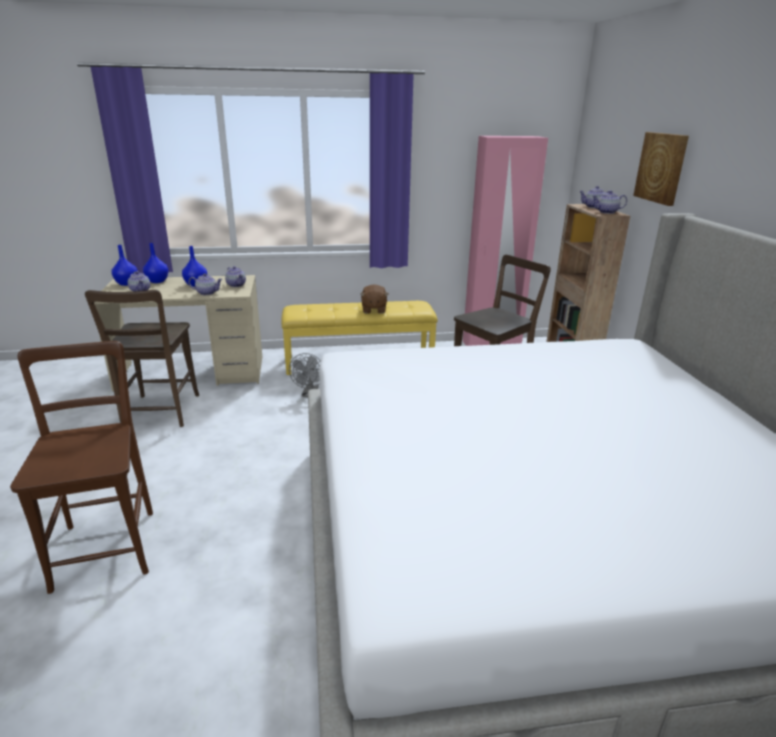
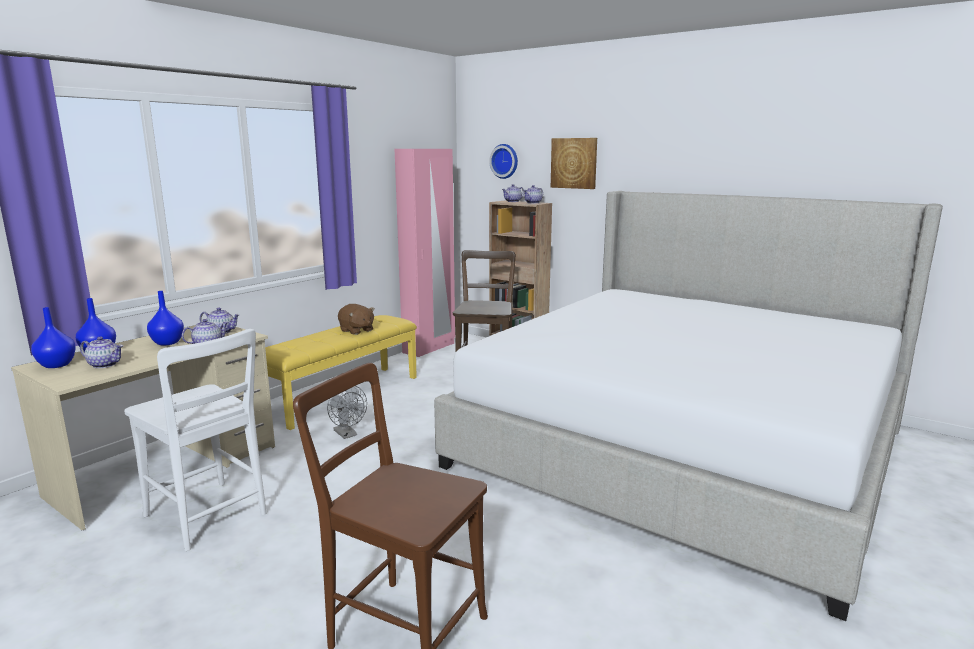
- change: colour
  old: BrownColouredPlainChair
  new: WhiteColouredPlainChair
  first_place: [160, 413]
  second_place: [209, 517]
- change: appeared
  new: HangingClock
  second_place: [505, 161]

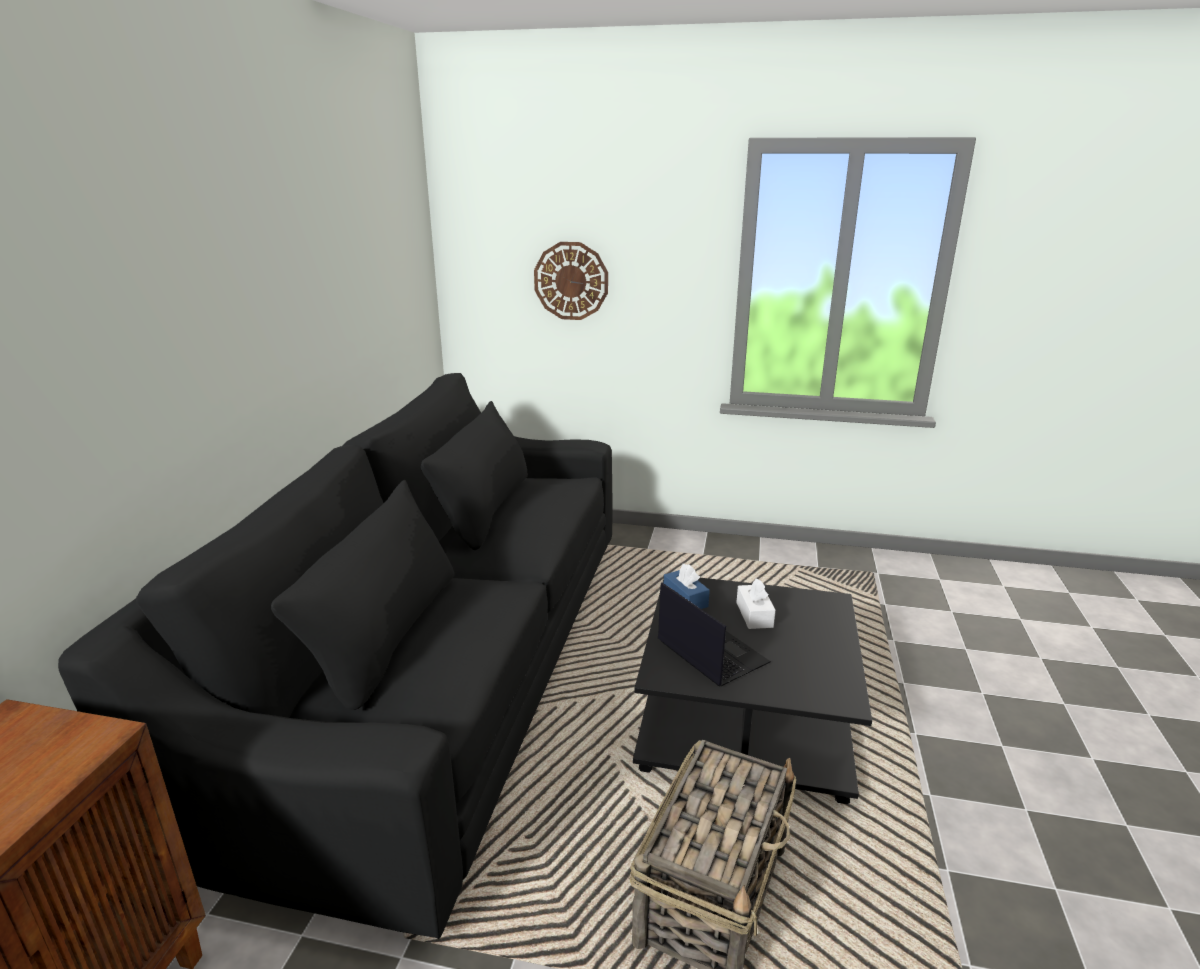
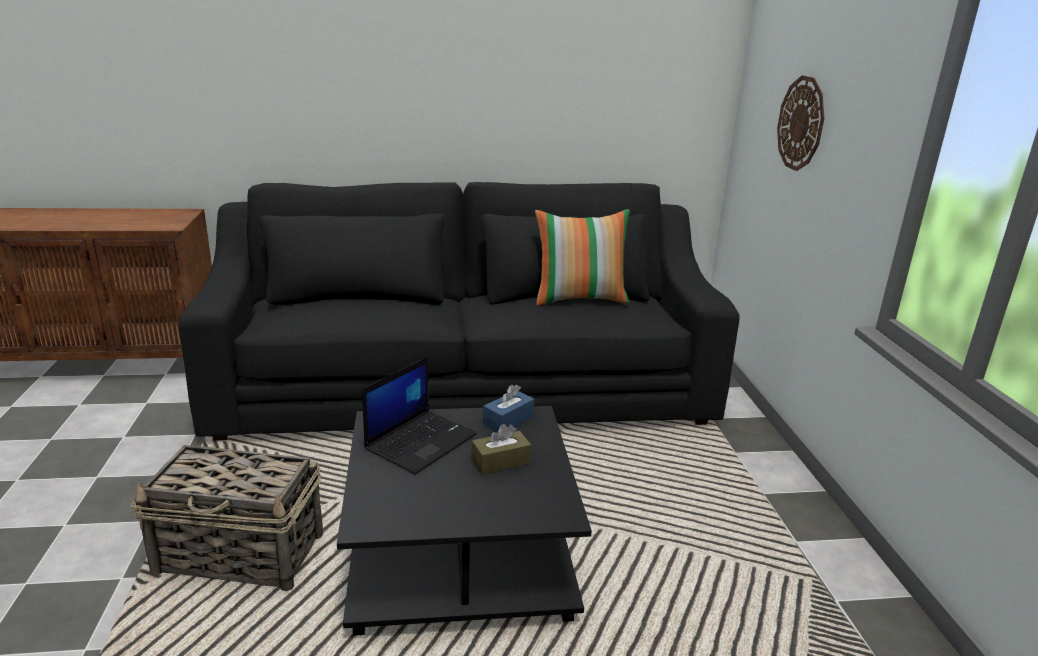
- change: colour
  old: WhiteColouredBoxOfTissues
  new: BrownColouredBoxOfTissues
  first_place: [754, 615]
  second_place: [500, 462]
- change: appeared
  new: Pillow
  second_place: [580, 298]

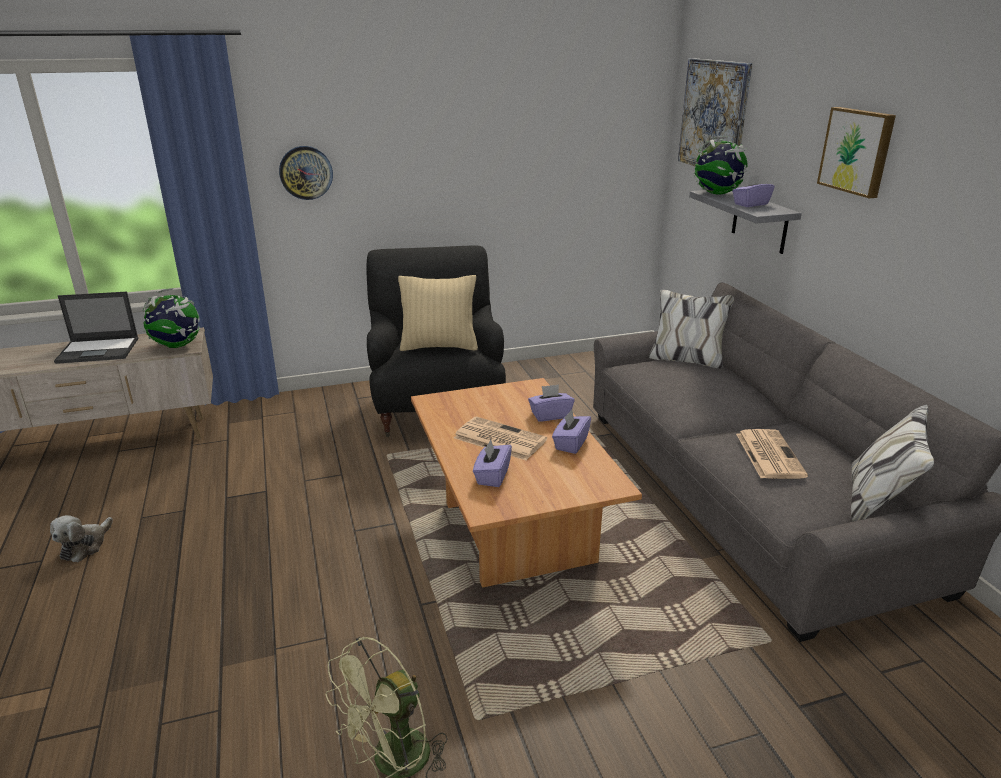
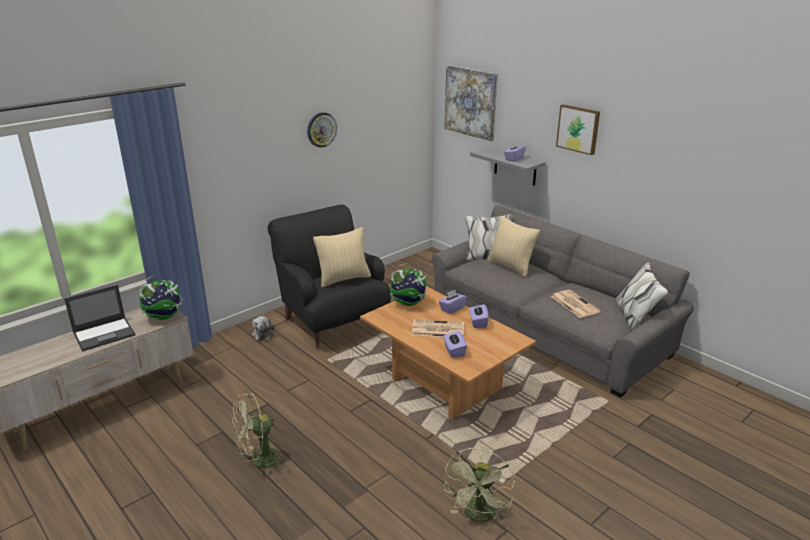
- change: relocated
  old: WorldGlobe
  first_place: [717, 194]
  second_place: [408, 303]
- change: relocated
  old: HangingClock
  first_place: [306, 172]
  second_place: [321, 129]
- change: relocated
  old: PlushToy
  first_place: [85, 546]
  second_place: [263, 334]
- change: appeared
  new: SandColouredPillow
  second_place: [510, 266]
- change: appeared
  new: GreenishFan
  second_place: [259, 461]

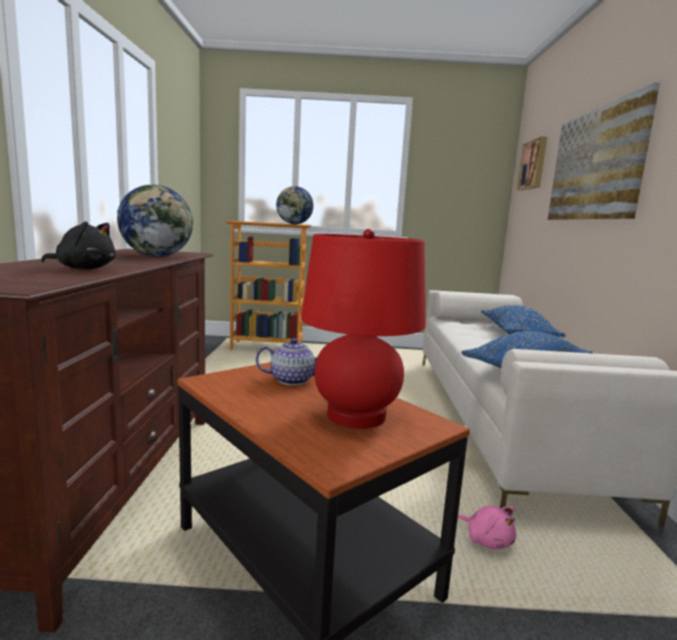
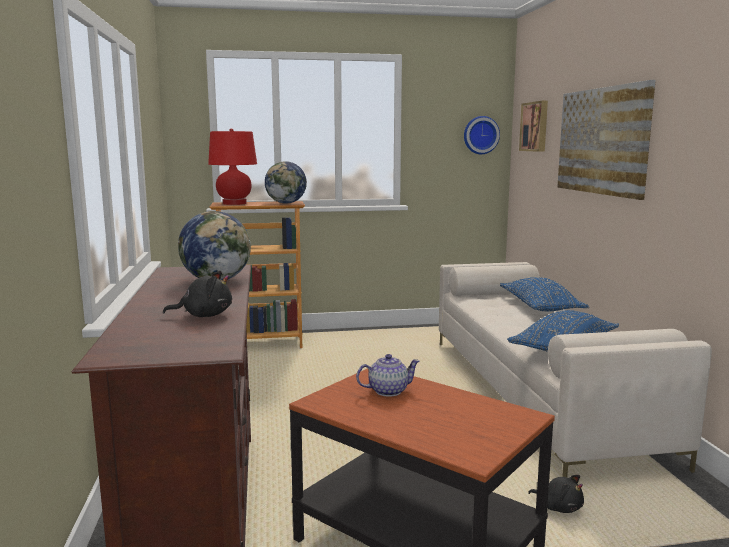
- change: relocated
  old: ReddishLampForATable
  first_place: [356, 415]
  second_place: [234, 203]
- change: colour
  old: PinkColouredPlushToy
  new: BlackColouredPlushToy
  first_place: [487, 540]
  second_place: [559, 507]
- change: appeared
  new: HangingClock
  second_place: [480, 135]

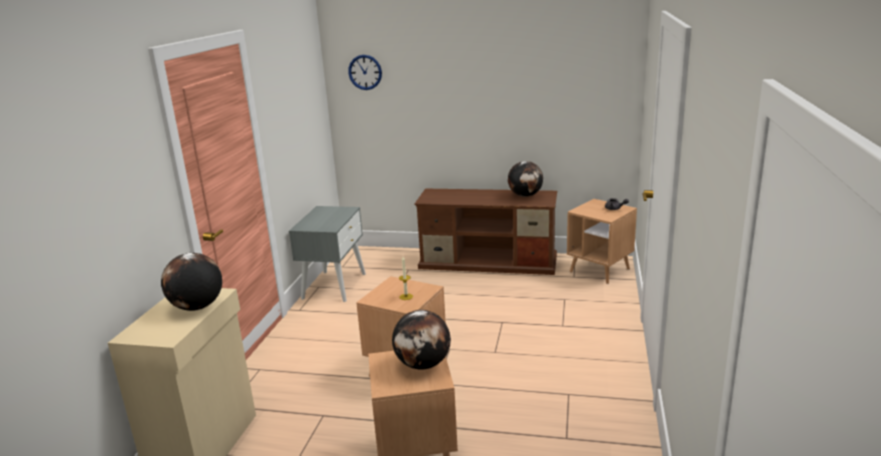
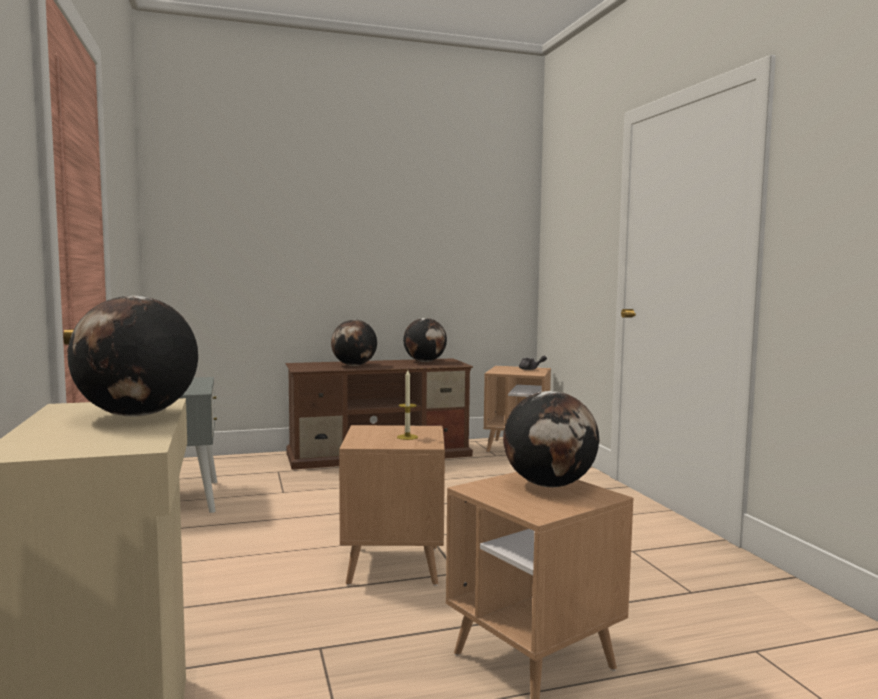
- change: missing
  old: HangingClock
  first_place: [365, 72]
- change: appeared
  new: WorldGlobe
  second_place: [354, 365]

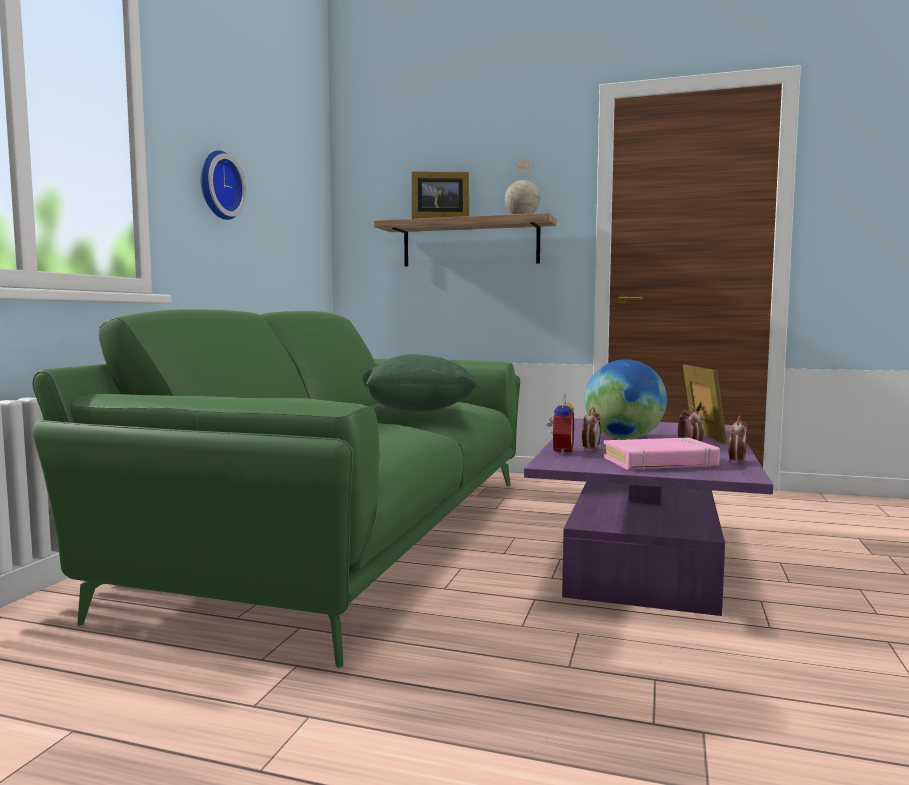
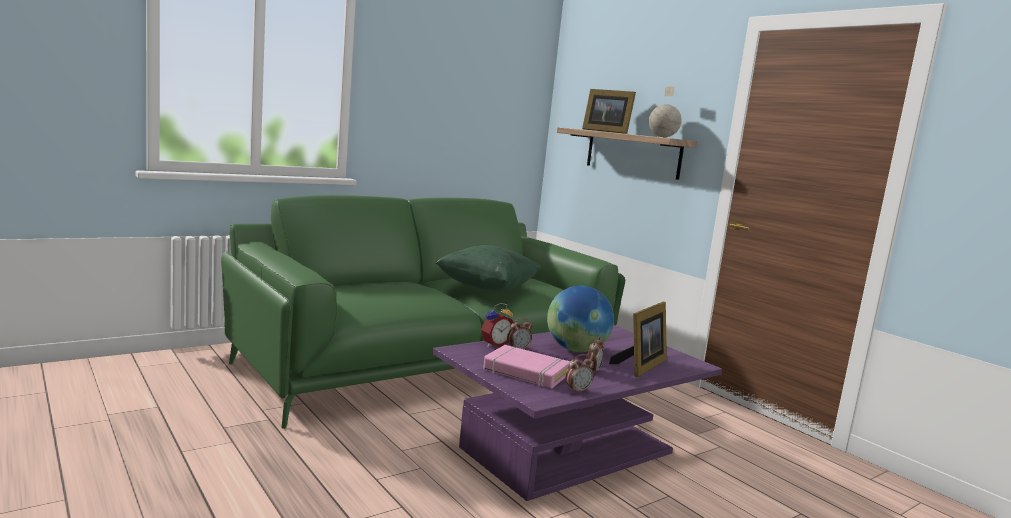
- change: missing
  old: HangingClock
  first_place: [218, 185]

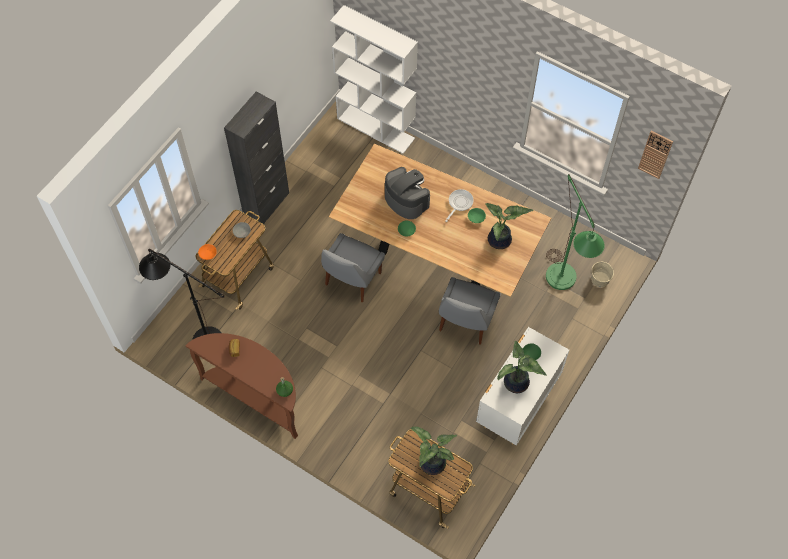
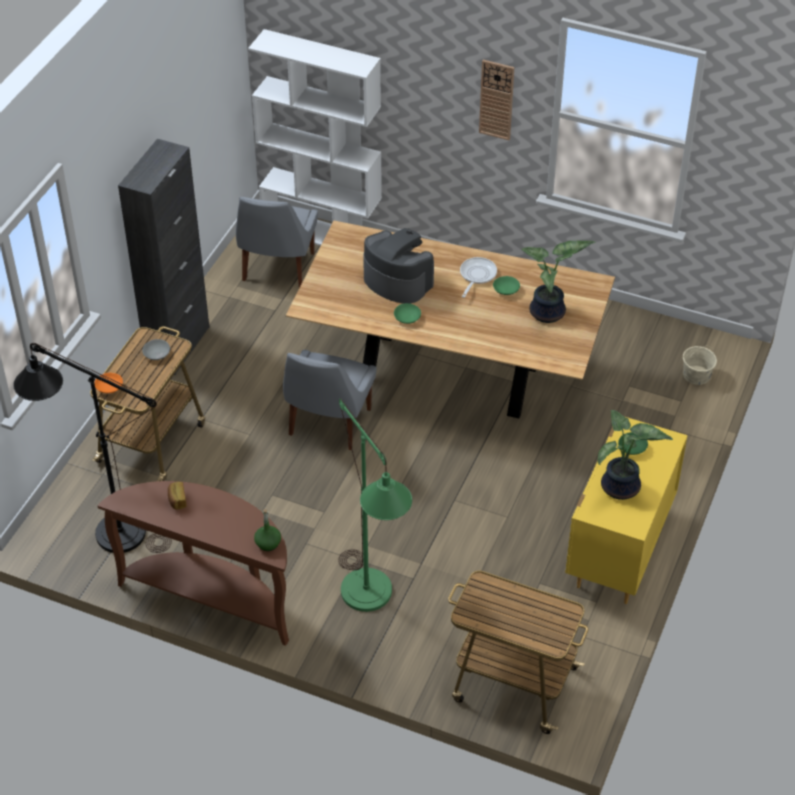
- change: relocated
  old: HangingClock
  first_place: [655, 154]
  second_place: [496, 99]
- change: relocated
  old: GreenishFloorLamp
  first_place: [563, 284]
  second_place: [371, 602]
- change: relocated
  old: GreyishPlainChair
  first_place: [465, 323]
  second_place: [277, 269]
- change: colour
  old: WhiteColouredDresser
  new: YellowColouredDresser
  first_place: [517, 404]
  second_place: [618, 550]
- change: missing
  old: PottedPlant
  first_place: [431, 463]

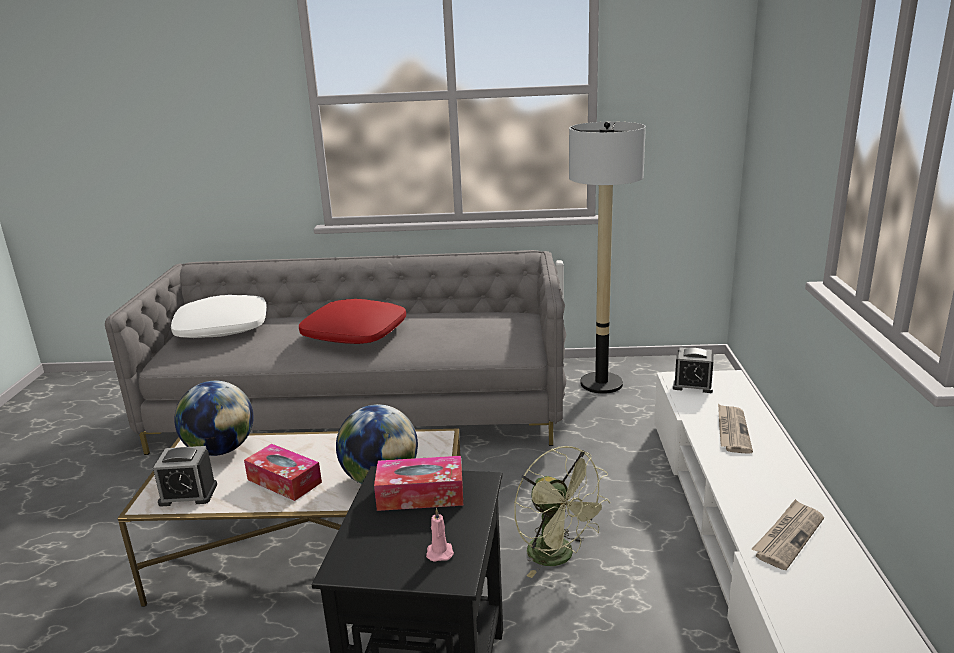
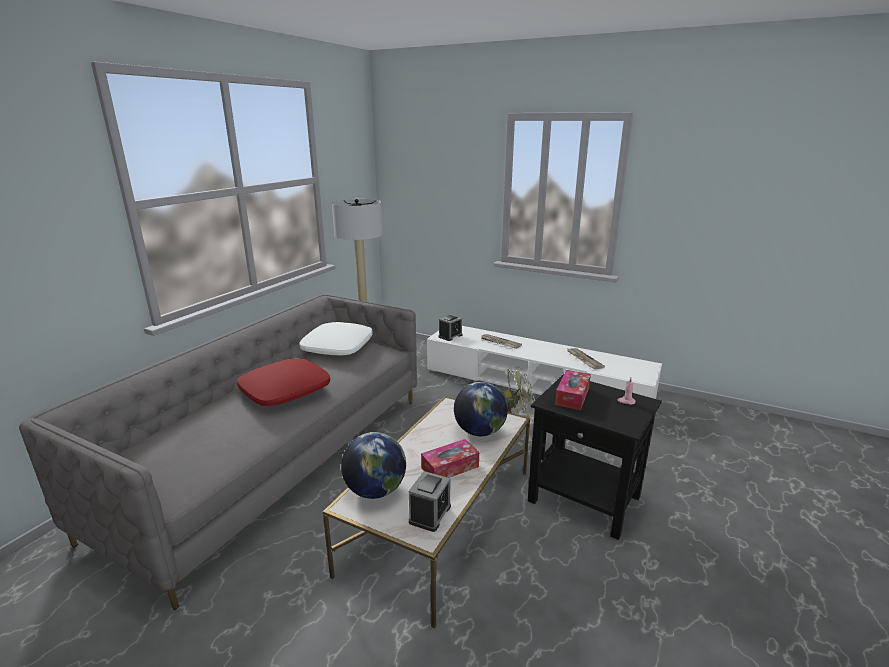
- change: relocated
  old: WhiteColouredPillow
  first_place: [222, 328]
  second_place: [337, 347]

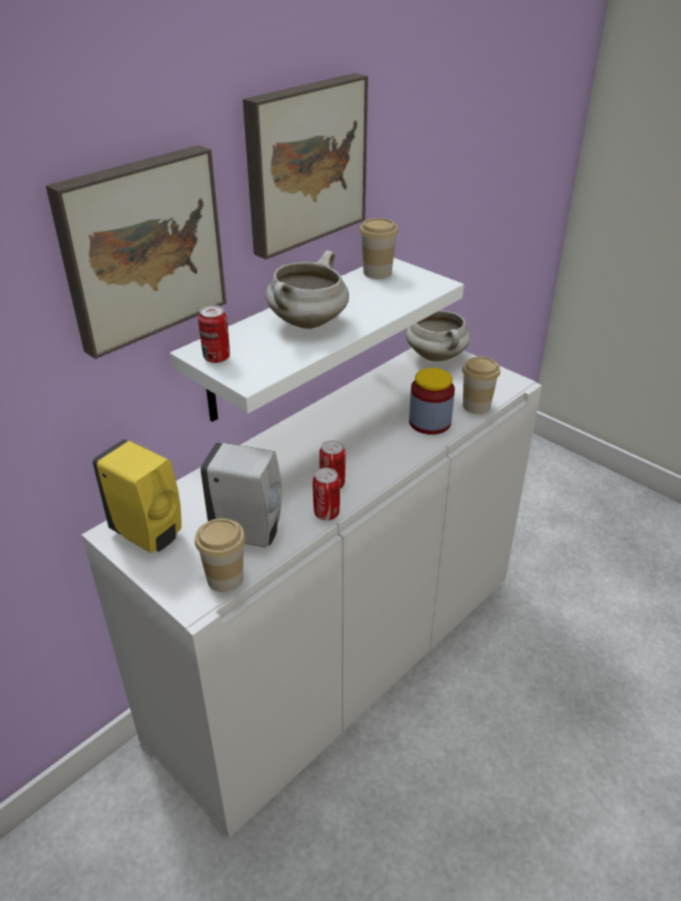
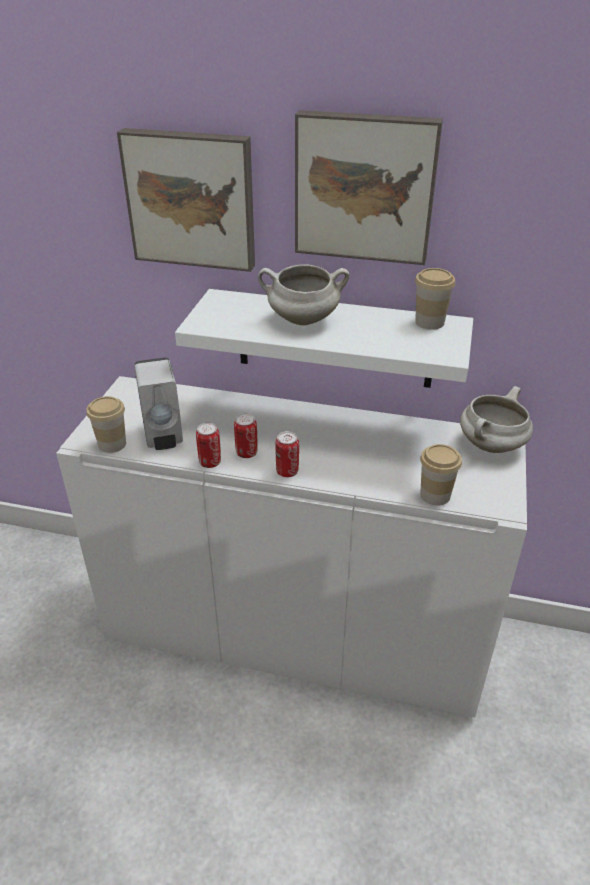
- change: relocated
  old: MetalCan
  first_place: [216, 358]
  second_place: [287, 472]
- change: missing
  old: StorageJar
  first_place: [429, 422]
- change: missing
  old: YellowColouredSoapBottle
  first_place: [149, 535]

